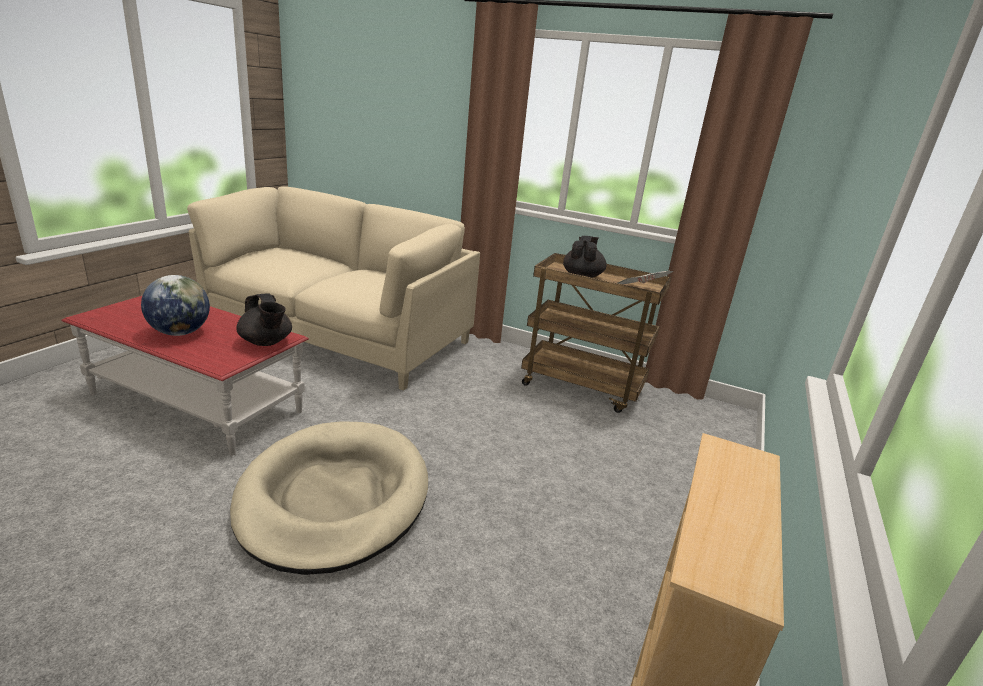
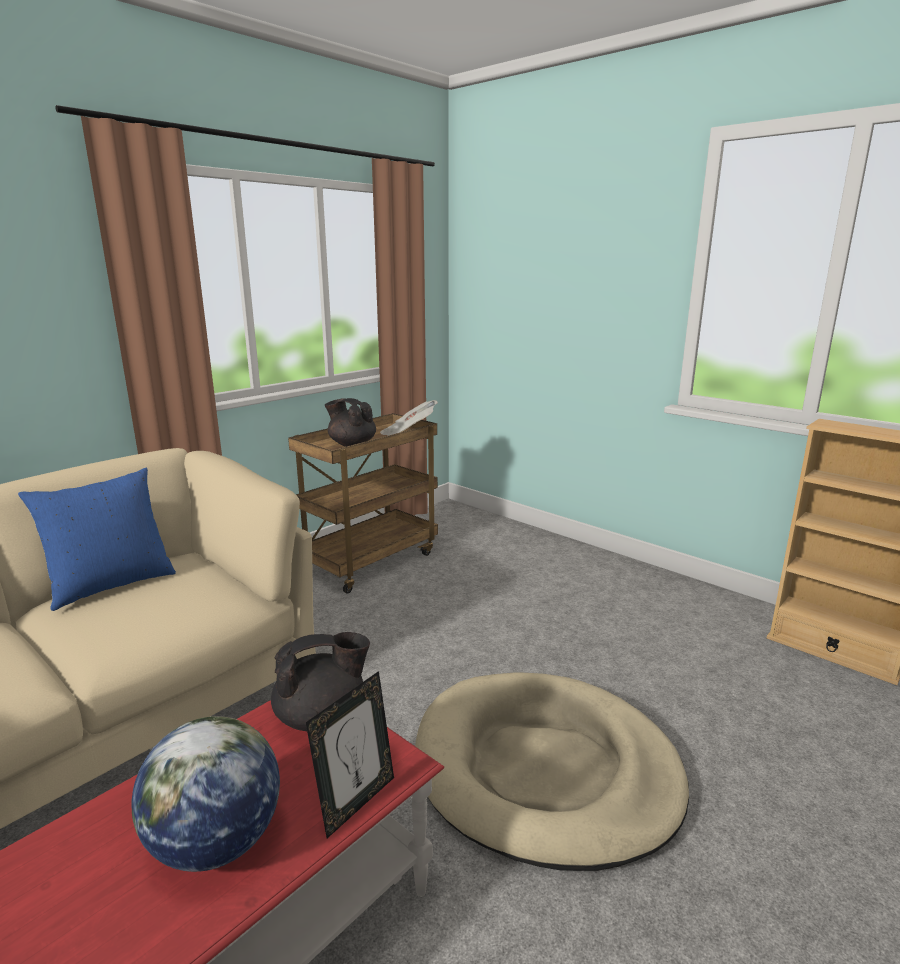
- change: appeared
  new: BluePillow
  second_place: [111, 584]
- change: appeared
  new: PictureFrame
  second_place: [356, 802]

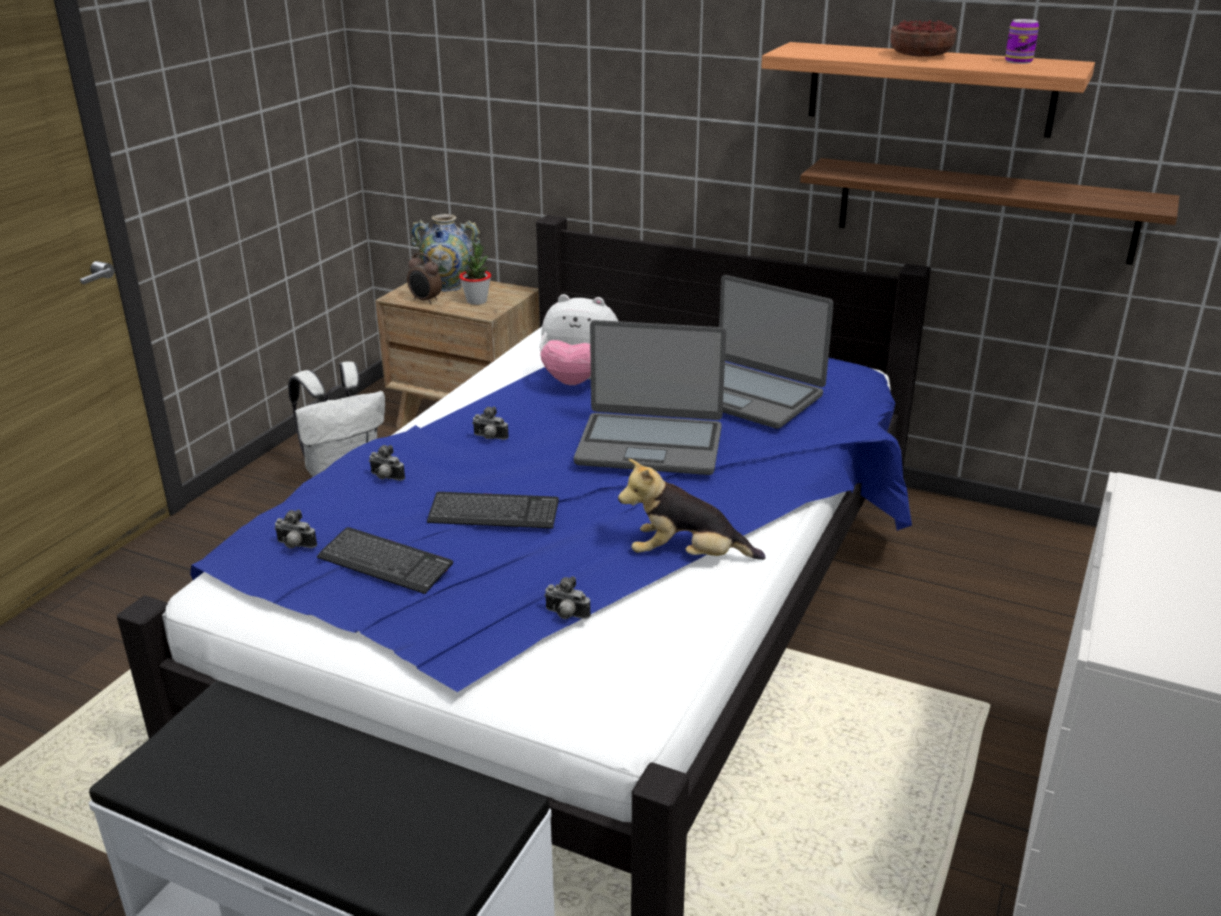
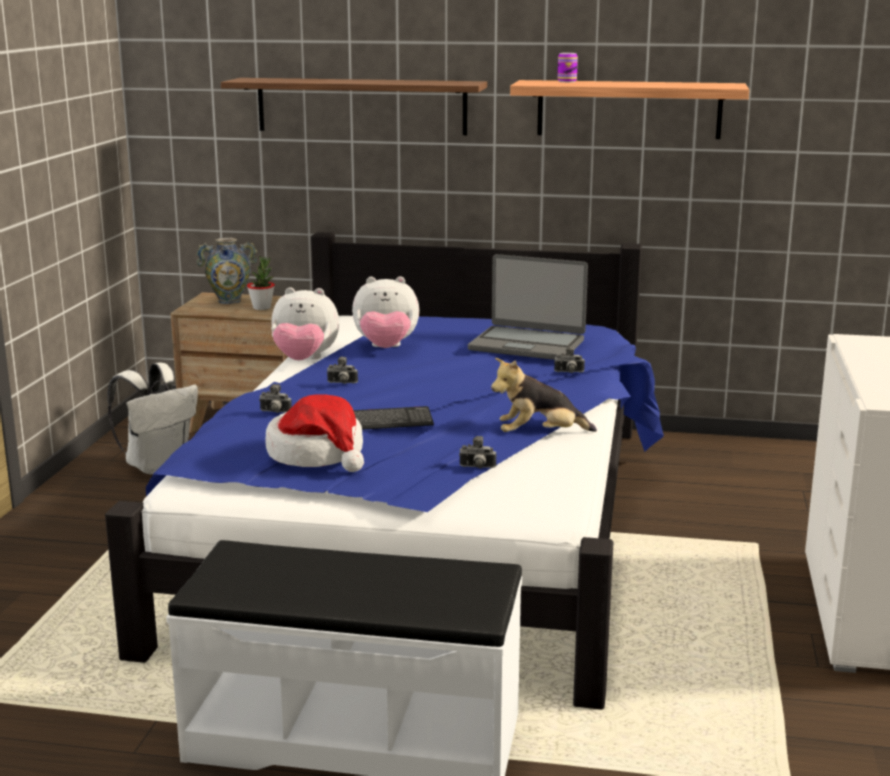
- change: relocated
  old: MetalCan
  first_place: [1018, 61]
  second_place: [567, 81]
- change: missing
  old: Bowl
  first_place: [921, 55]
- change: relocated
  old: WallShelf
  first_place: [984, 210]
  second_place: [361, 106]
- change: missing
  old: TableClock
  first_place: [425, 301]
- change: missing
  old: PortableComputer
  first_place: [650, 445]
- change: relocated
  old: PhotoCamera
  first_place: [294, 546]
  second_place: [569, 372]
- change: exchanged
  old: ComputerKeyboard
  new: ClothingHat
  first_place: [385, 563]
  second_place: [318, 454]
- change: appeared
  new: PlushToy
  second_place: [304, 360]

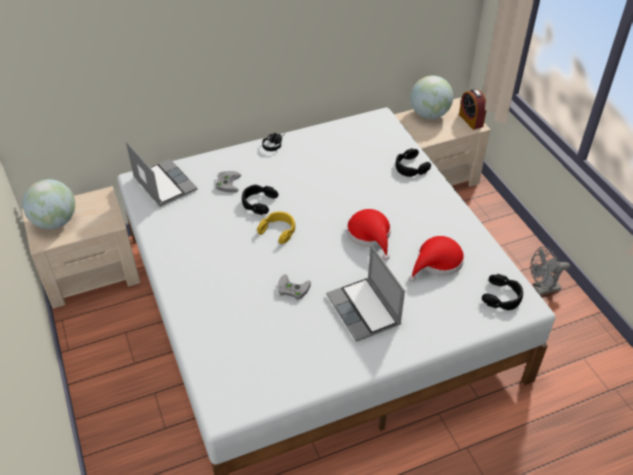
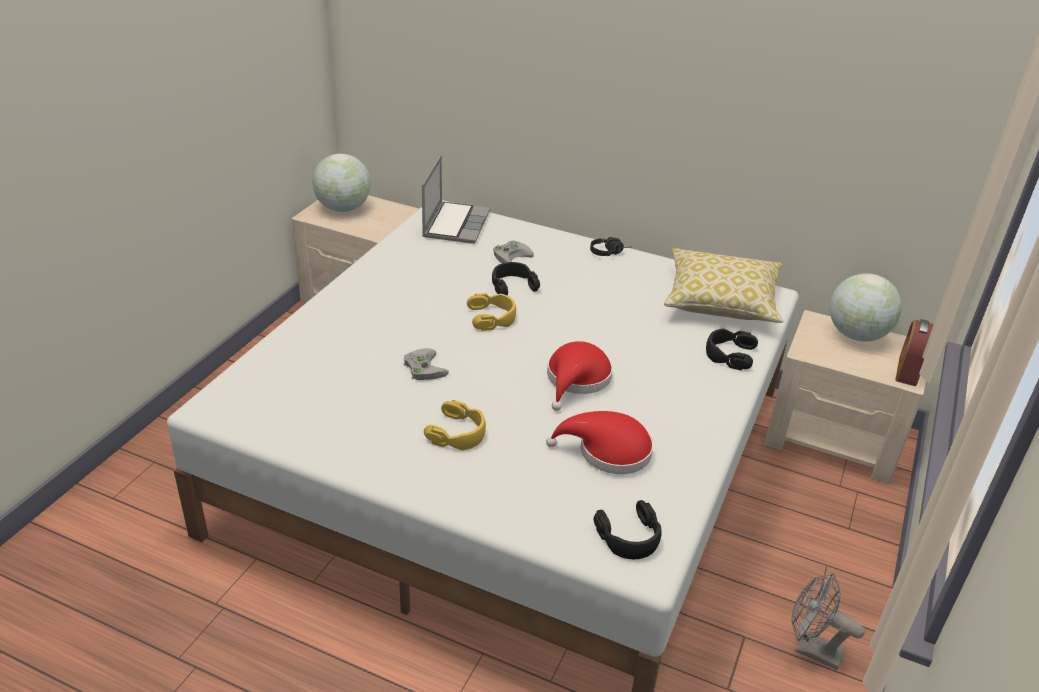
- change: exchanged
  old: PortableComputer
  new: YellowColouredHeadset
  first_place: [364, 310]
  second_place: [458, 433]
- change: appeared
  new: Pillow
  second_place: [721, 301]

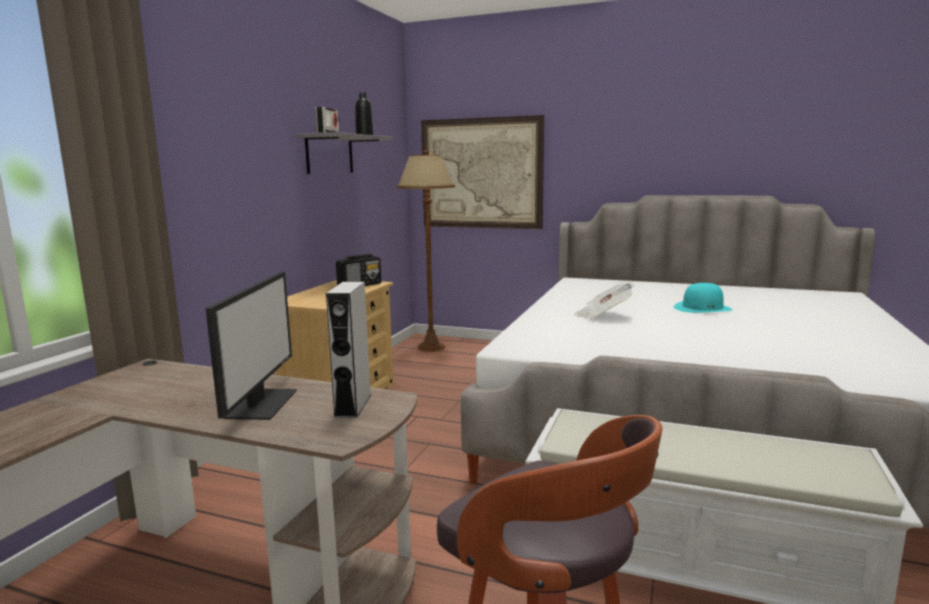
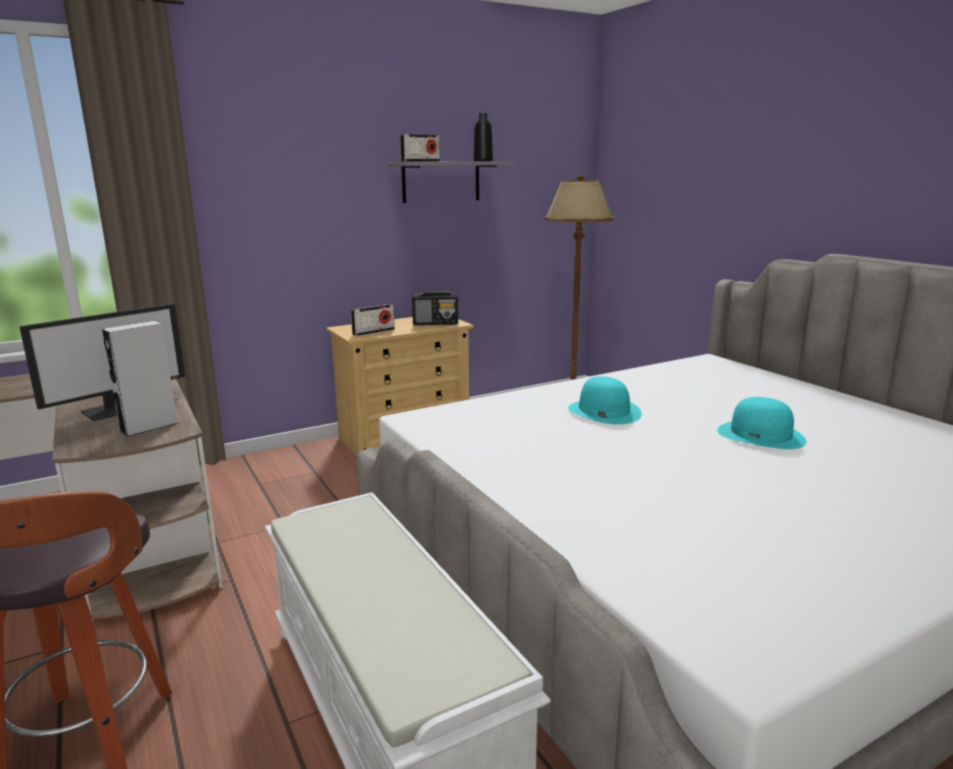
- change: missing
  old: WallArt
  first_place: [481, 173]
- change: exchanged
  old: DailyPaper
  new: BlueGreenClothingHat
  first_place: [603, 316]
  second_place: [603, 411]
- change: appeared
  new: Radio
  second_place: [373, 332]

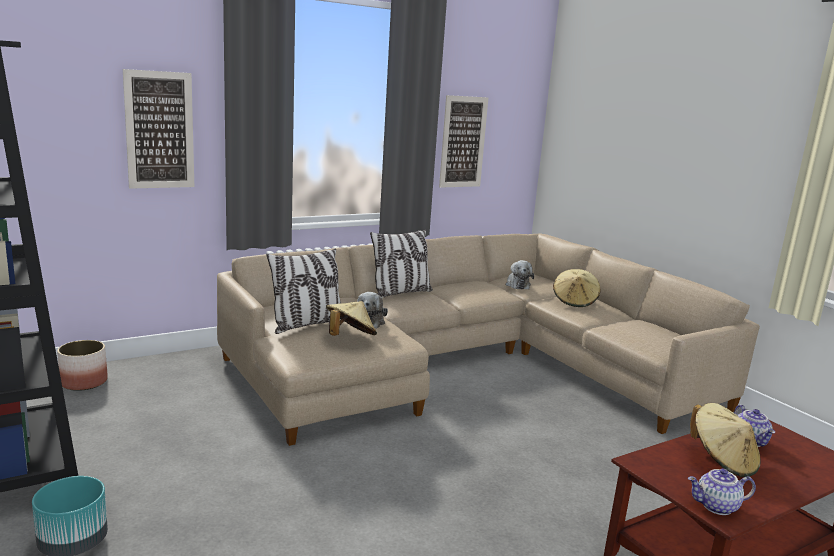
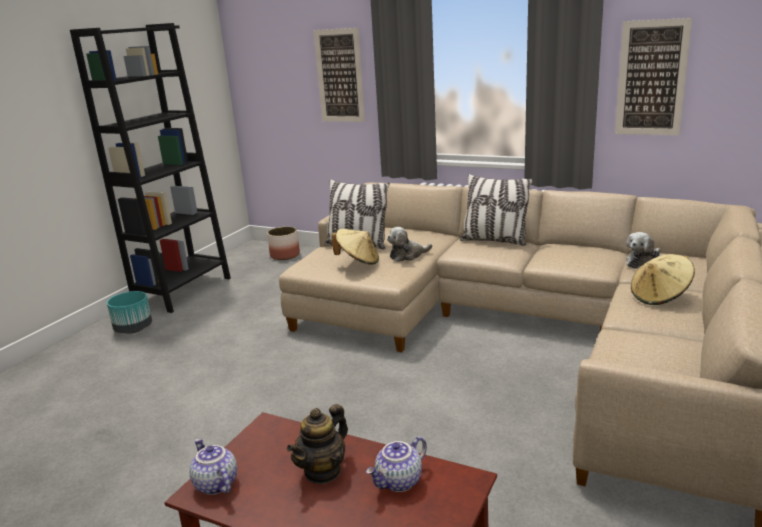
- change: exchanged
  old: SandColouredClothingHat
  new: TeaPot
  first_place: [722, 460]
  second_place: [323, 471]

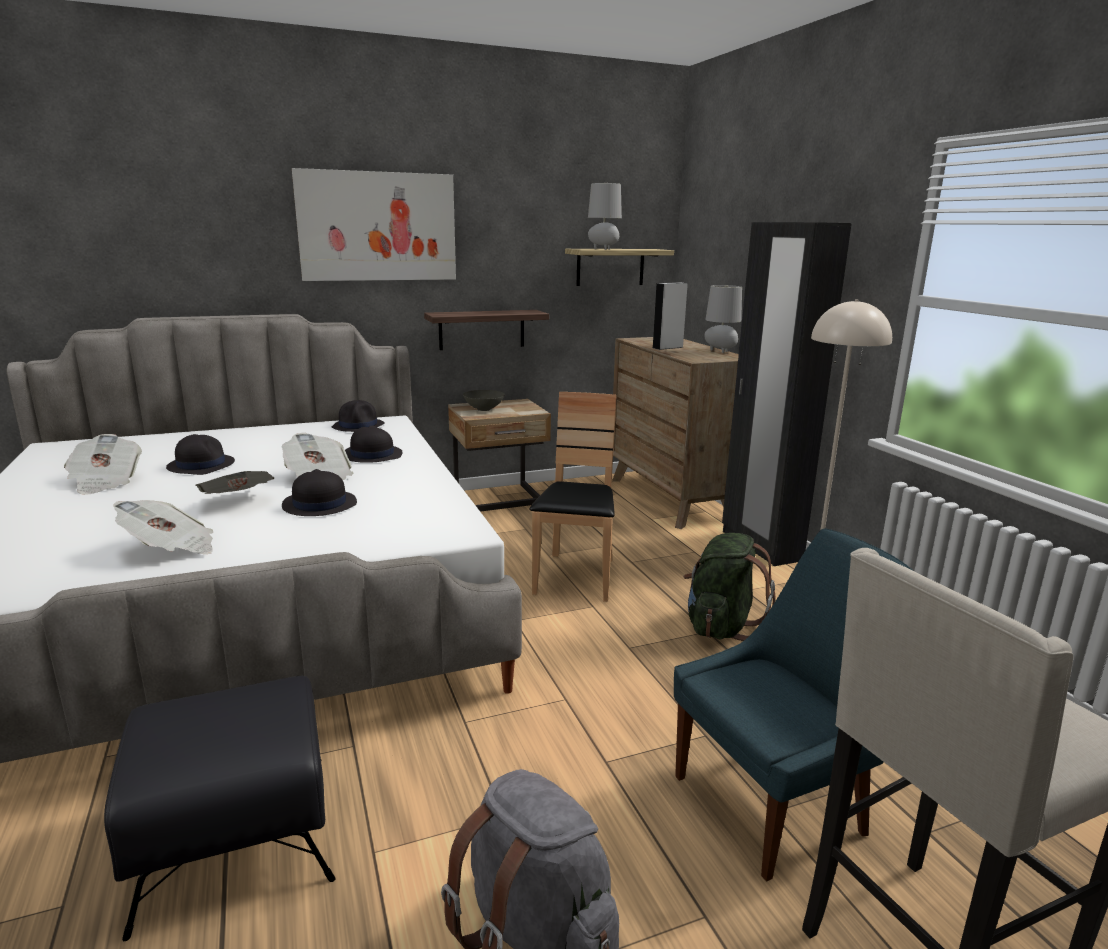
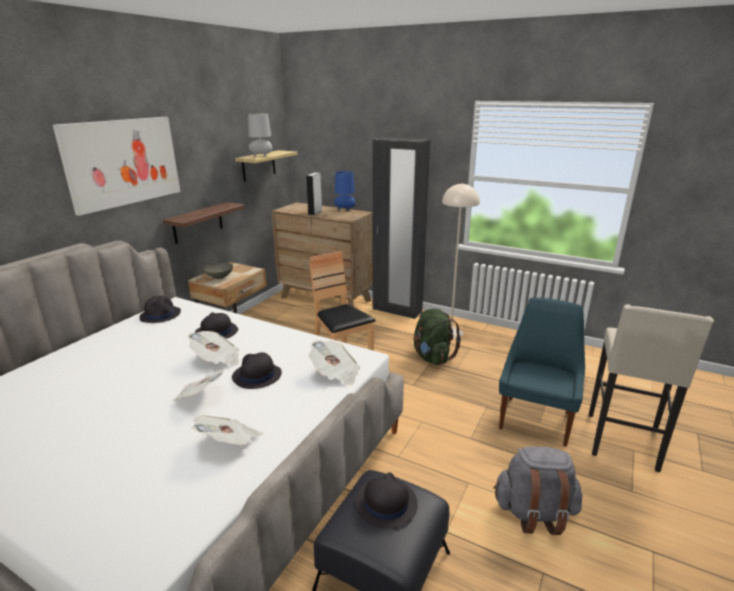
- change: colour
  old: GreyishLampForATable
  new: BlueLampForATable
  first_place: [720, 351]
  second_place: [345, 210]
- change: relocated
  old: DailyPaper
  first_place: [105, 482]
  second_place: [335, 374]
- change: relocated
  old: BlackColouredClothingHat
  first_place: [201, 465]
  second_place: [385, 503]

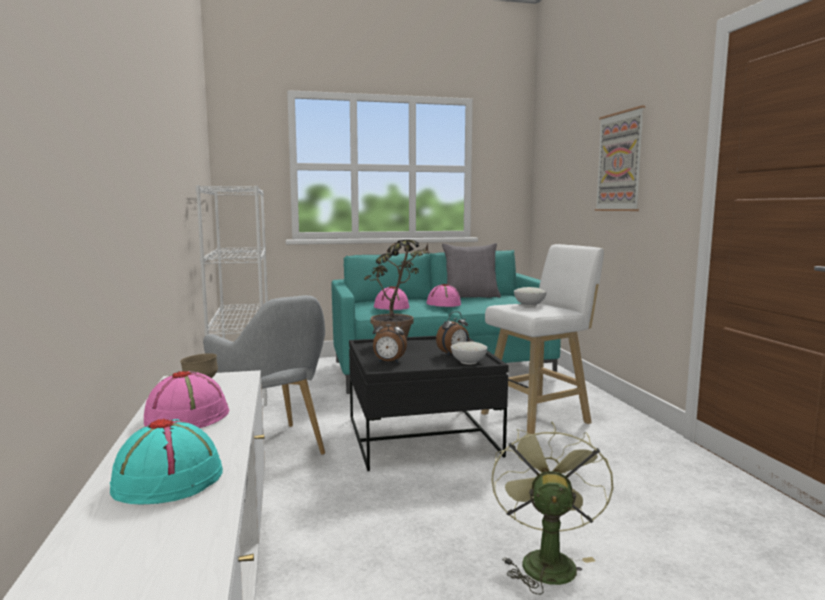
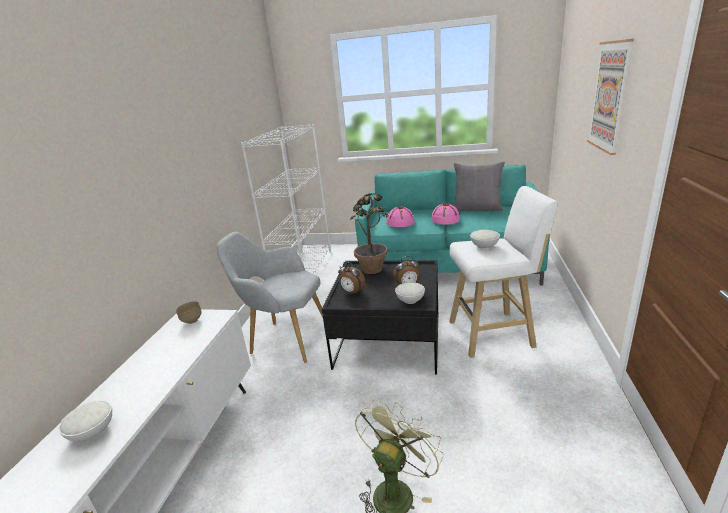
- change: spun
  old: GreyishArmchair
  first_place: [272, 452]
  second_place: [284, 339]
  degrees: 120
- change: missing
  old: PinkColouredClothingHat
  first_place: [187, 417]
- change: exchanged
  old: BlueGreenClothingHat
  new: WhiteColouredBowl
  first_place: [169, 480]
  second_place: [93, 432]

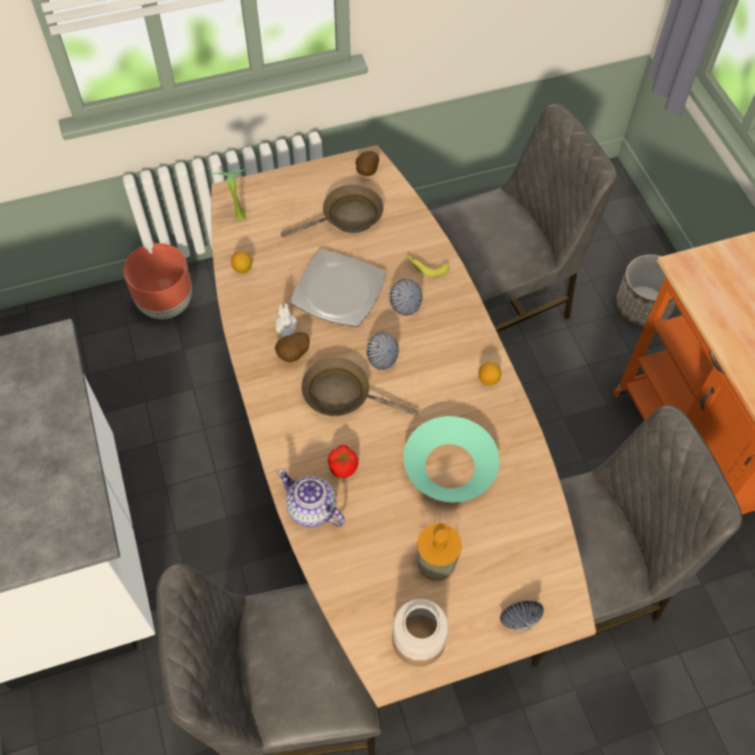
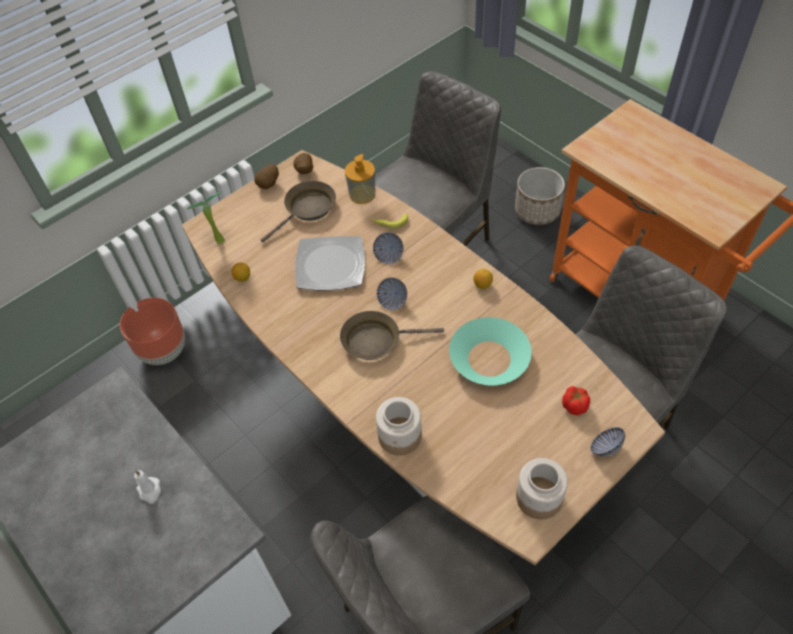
- change: relocated
  old: WhiteColouredWaxLight
  first_place: [286, 327]
  second_place: [150, 491]
- change: relocated
  old: WholePotato
  first_place: [294, 355]
  second_place: [269, 185]
- change: relocated
  old: WholeTomato
  first_place: [343, 466]
  second_place: [574, 405]
- change: exchanged
  old: TeaPot
  new: StorageJar
  first_place: [312, 509]
  second_place: [400, 436]
- change: relocated
  old: SoapBottle
  first_place: [436, 562]
  second_place: [362, 194]

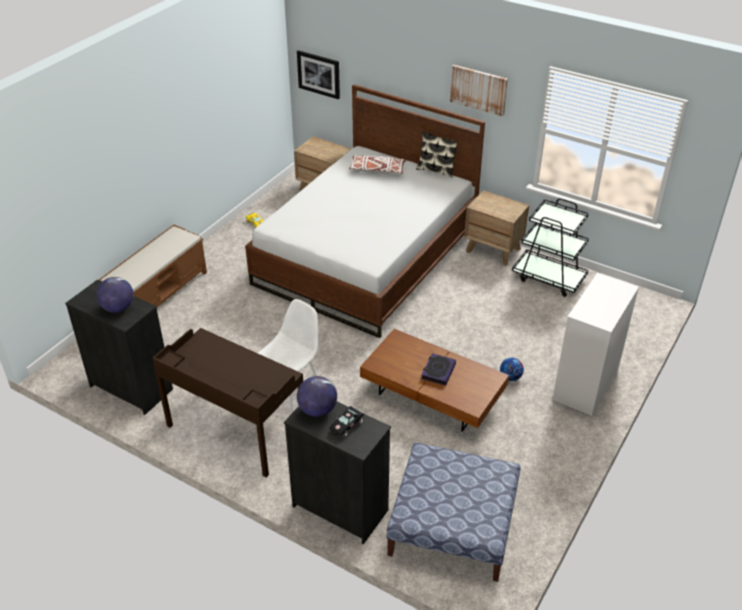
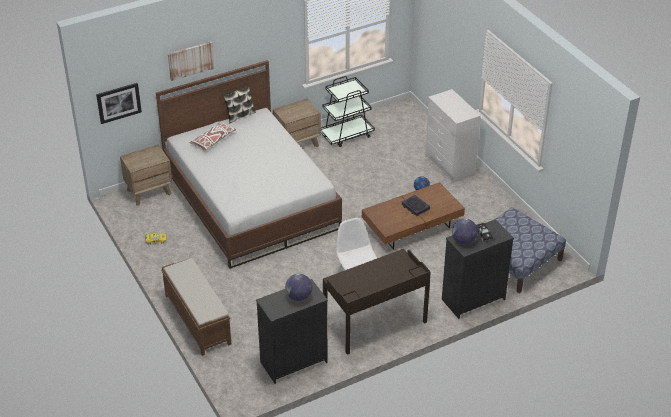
- change: relocated
  old: WallArt
  first_place: [478, 89]
  second_place: [190, 60]

